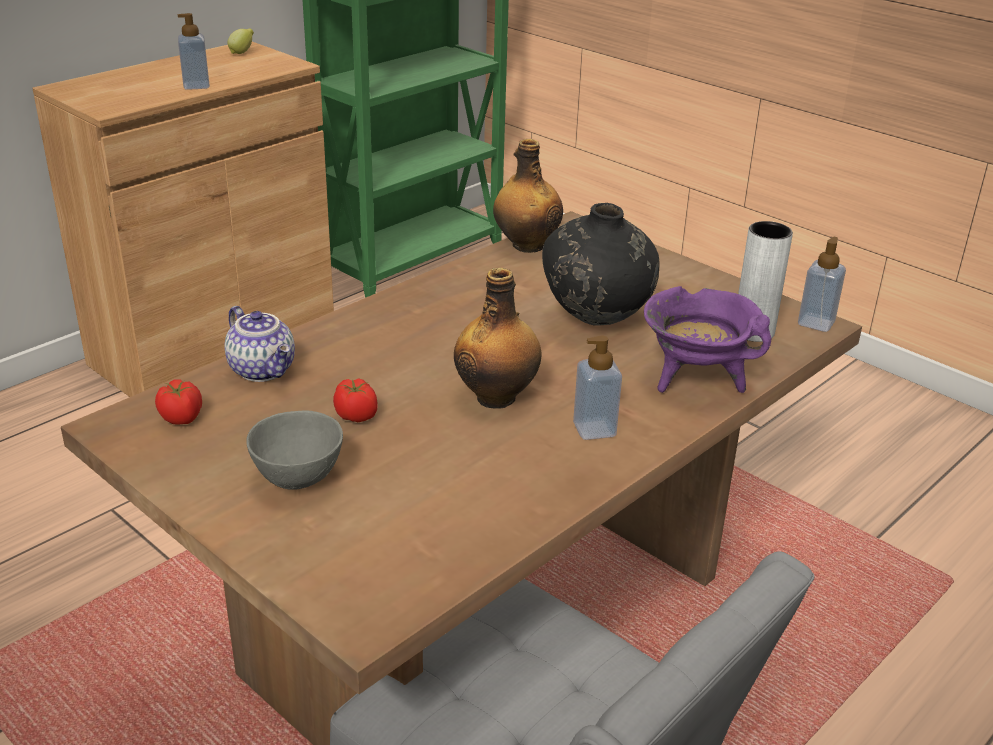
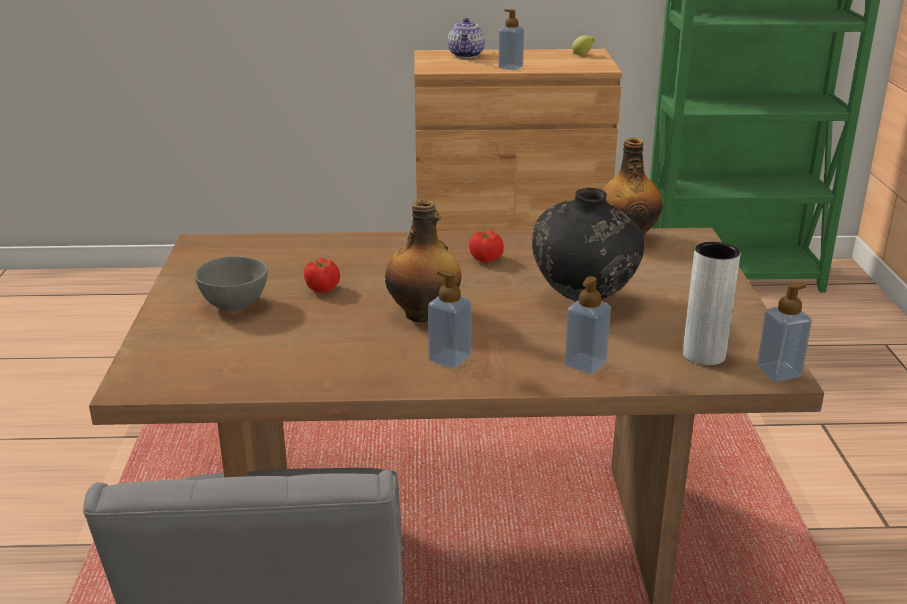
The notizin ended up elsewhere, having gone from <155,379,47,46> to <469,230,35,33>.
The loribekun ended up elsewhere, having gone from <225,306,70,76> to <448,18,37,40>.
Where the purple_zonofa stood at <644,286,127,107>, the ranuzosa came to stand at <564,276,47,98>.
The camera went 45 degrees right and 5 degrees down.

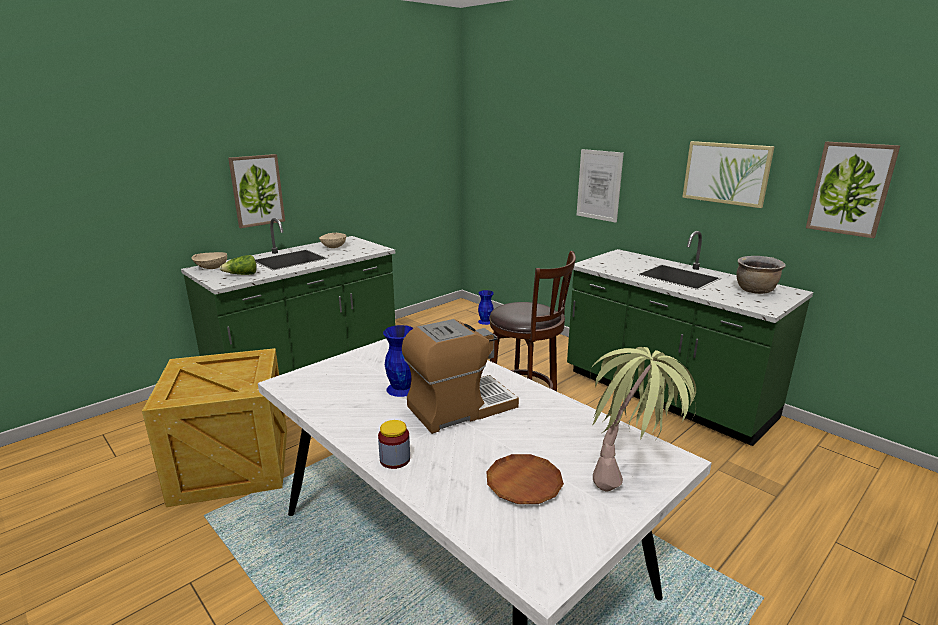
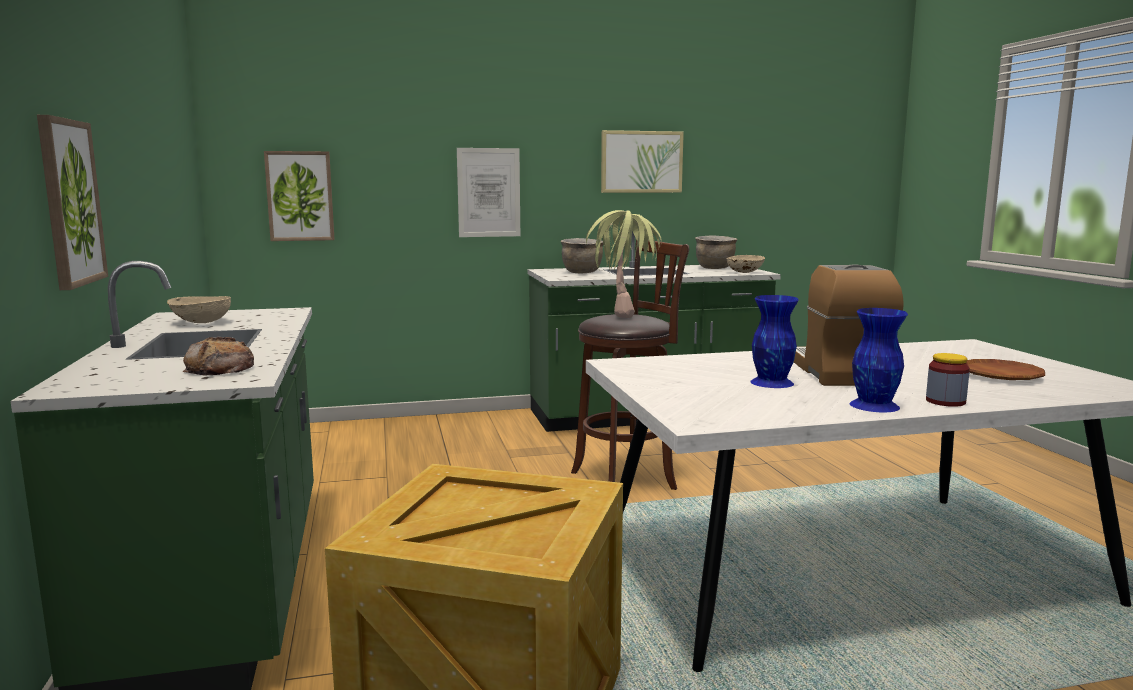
The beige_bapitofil ended up elsewhere, having gone from <191,252,36,17> to <726,255,39,18>.
Where the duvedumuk stood at <219,255,38,20>, the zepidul came to stand at <182,337,72,39>.
The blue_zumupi ended up elsewhere, having gone from <478,290,16,35> to <850,308,58,104>.
The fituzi ended up elsewhere, having gone from <590,347,106,145> to <586,210,76,108>.
The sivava ended up elsewhere, having gone from <806,142,94,96> to <264,151,71,90>.
The second view gained the brown_zonofa at <561,238,42,35>.
The camera went 60 degrees left and 10 degrees down.

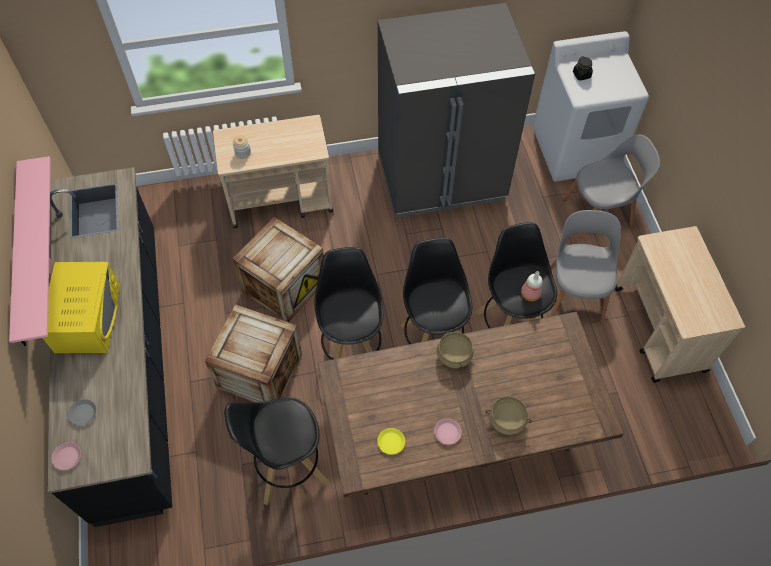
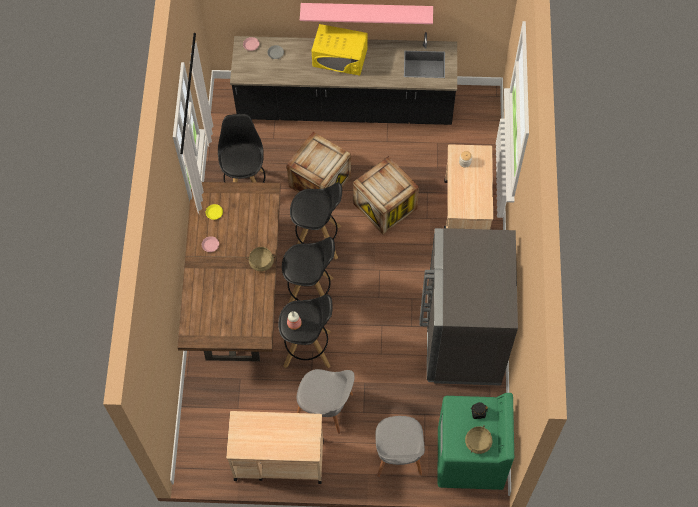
The beige_zonofa ended up elsewhere, having gone from <486,396,46,39> to <465,425,27,29>.
What was the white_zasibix at <533,31,116,151> turned into the green_zasibix at <437,393,77,97>.
The camera went 105 degrees right and 5 degrees up.

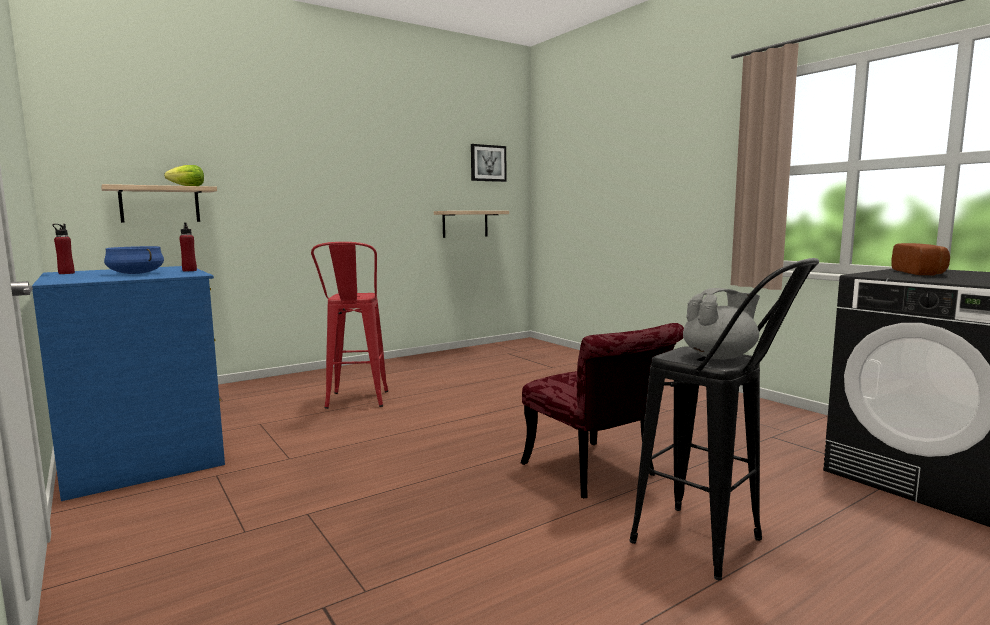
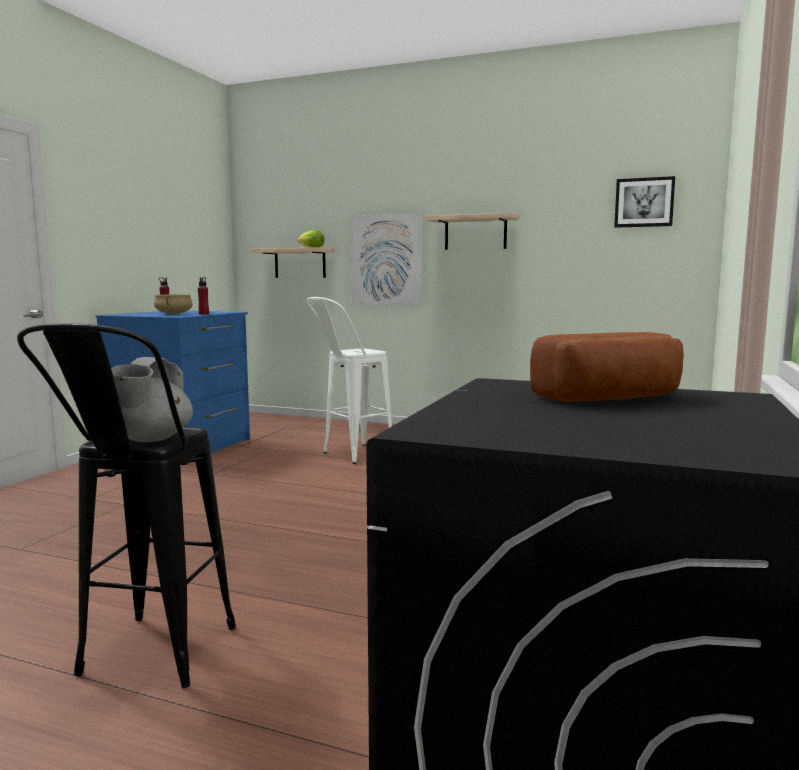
What was the blue_zonofa at <104,246,60,28> turned into the beige_zonofa at <154,294,39,20>.
What was the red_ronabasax at <311,242,77,167> turned into the white_ronabasax at <306,297,86,167>.
The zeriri ended up elsewhere, having gone from <434,211,75,27> to <425,213,94,37>.
The second view lost the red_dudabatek at <521,323,163,175>.
The grey_loribekun at <683,288,77,71> ended up facing another way, 60 degrees clockwise from before.
The second view gained the sivava at <351,213,71,91>.
The camera went 55 degrees right and 0 degrees up.

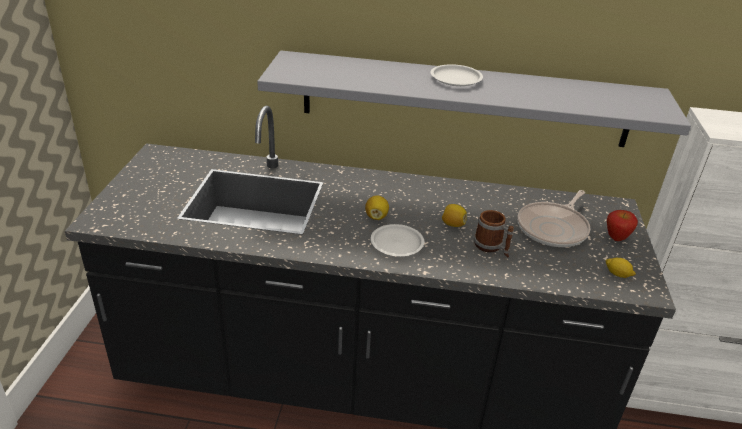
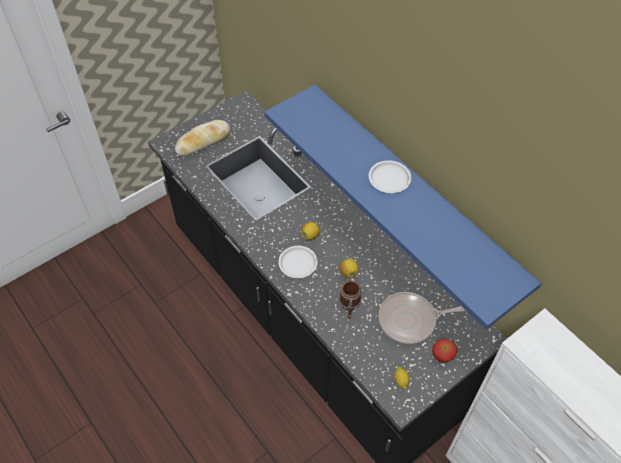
What was the grey_zeriri at <257,50,434,97> turned into the blue_zeriri at <264,85,277,245>.
The second view gained the zepidul at <175,120,55,36>.
The camera went 45 degrees right and 20 degrees up.

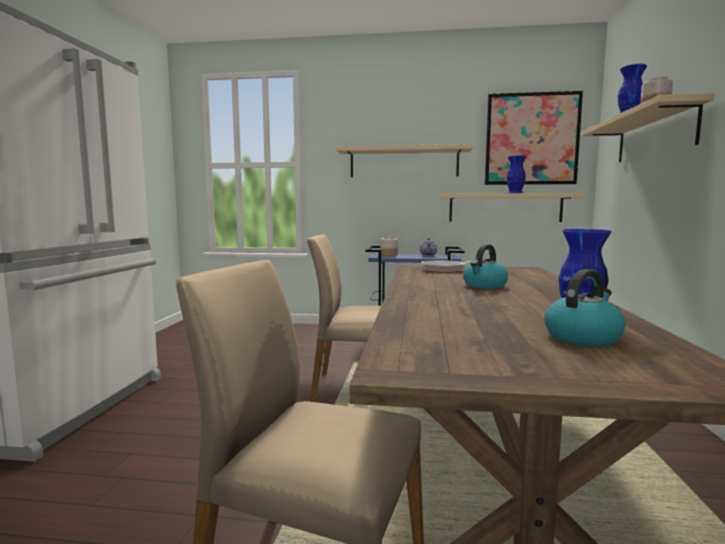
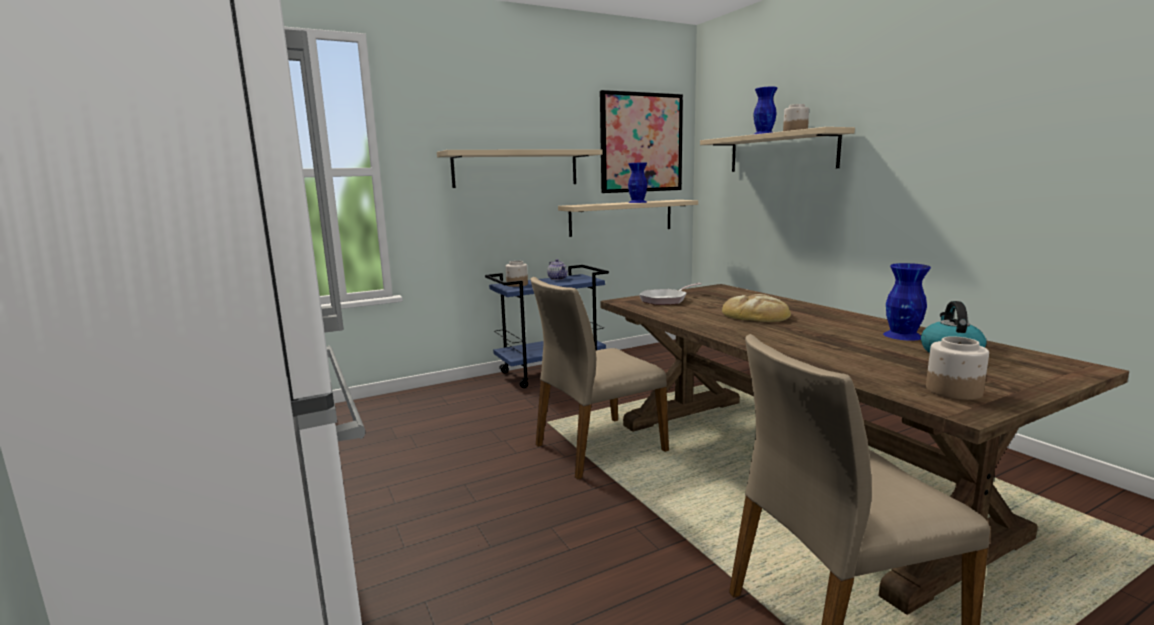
Where the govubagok stood at <463,244,45,45>, the zepidul came to stand at <722,294,69,28>.
The second view gained the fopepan at <926,336,63,64>.
The camera went 35 degrees left and 5 degrees up.

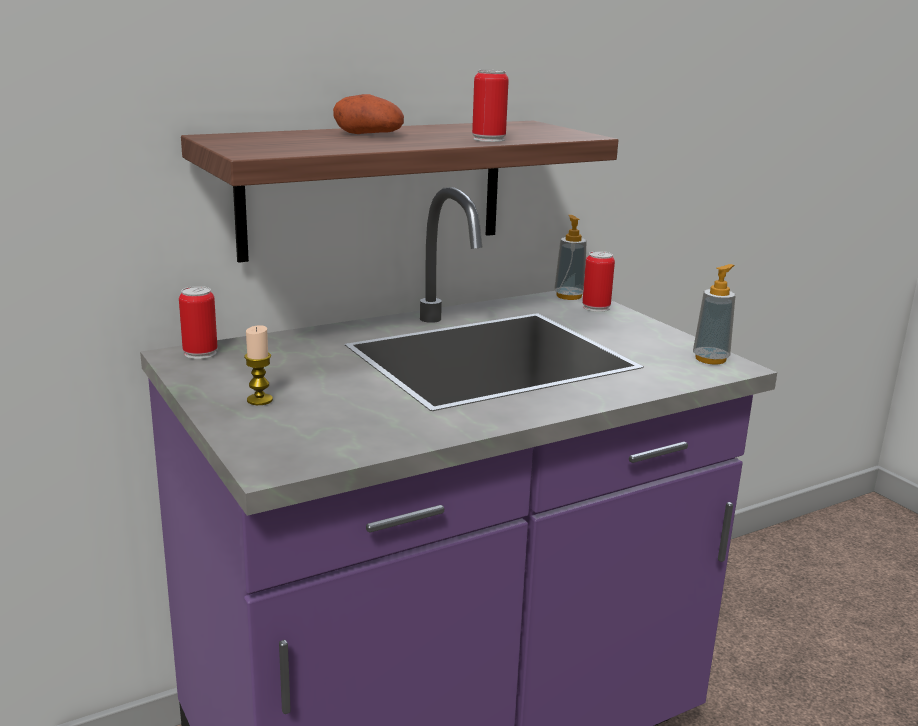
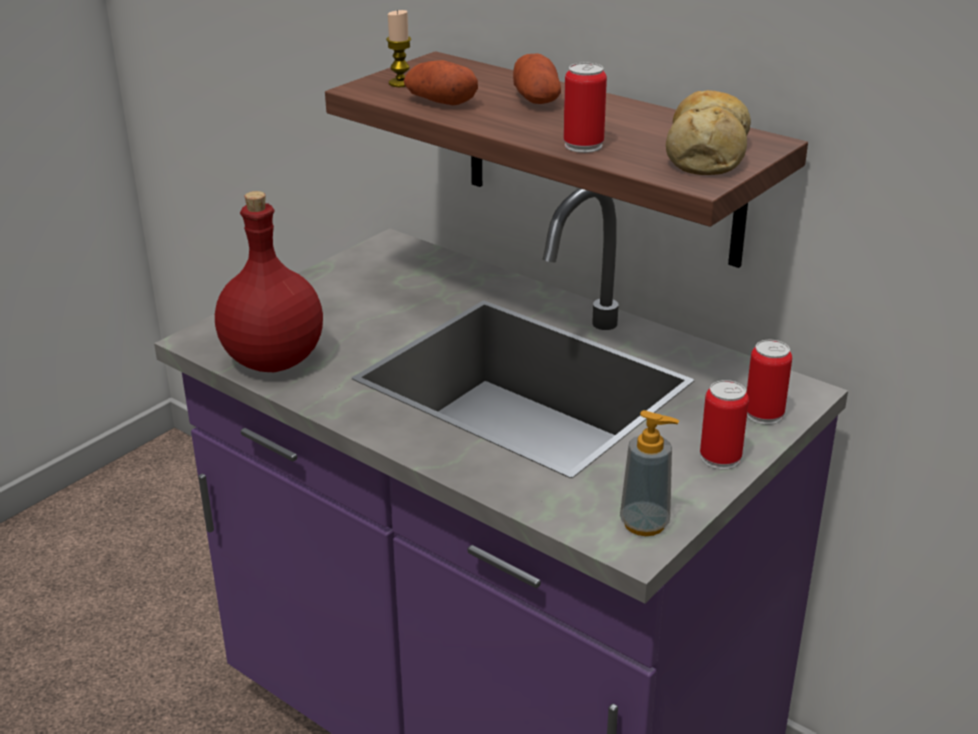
The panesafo ended up elsewhere, having gone from <179,286,39,73> to <700,380,49,90>.
The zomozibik ended up elsewhere, having gone from <244,325,29,80> to <386,10,25,77>.
The second view lost the ranuzosa at <554,215,33,85>.
The second view gained the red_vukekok at <215,191,108,181>.
The second view gained the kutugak at <404,60,74,45>.
The second view gained the zepidul at <666,90,85,85>.
The camera went 70 degrees right and 10 degrees up.

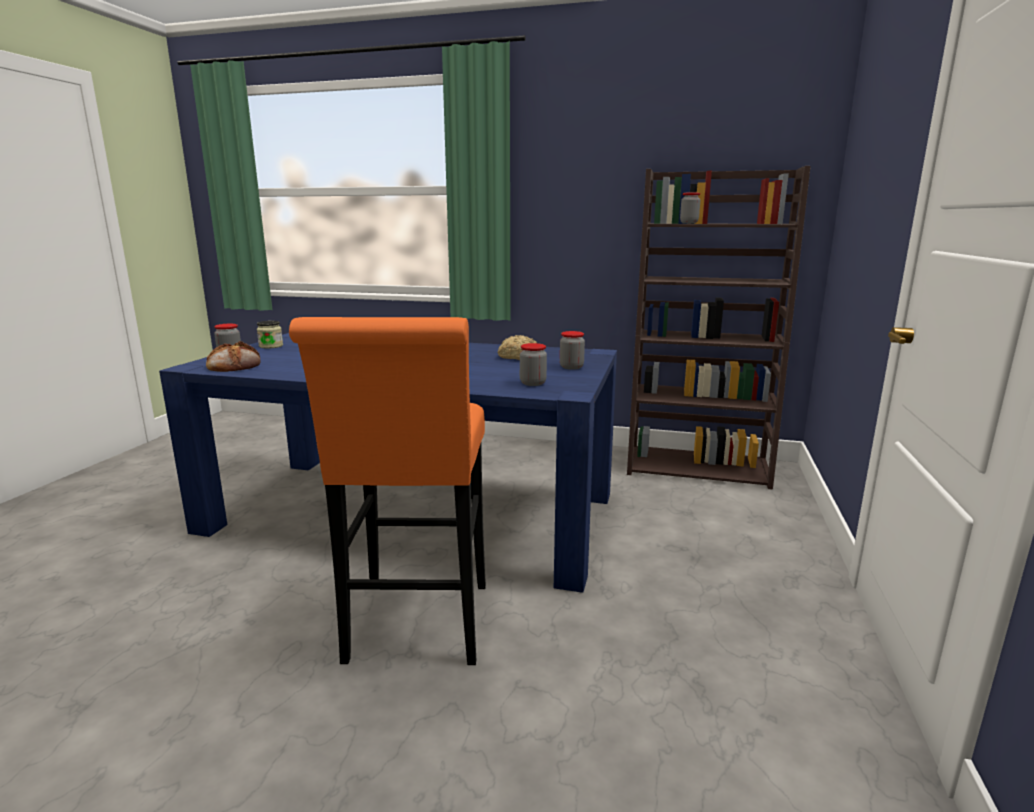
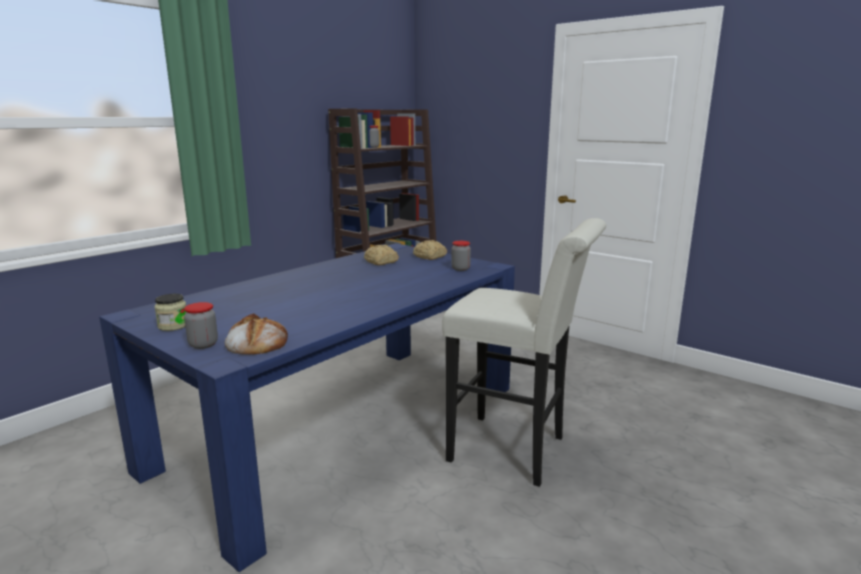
What was the orange_ronabasax at <289,317,197,348> turned into the white_ronabasax at <442,218,164,269>.
Where the fopepan stood at <560,331,25,39>, the zepidul came to stand at <413,240,34,20>.
The camera went 65 degrees left and 0 degrees up.

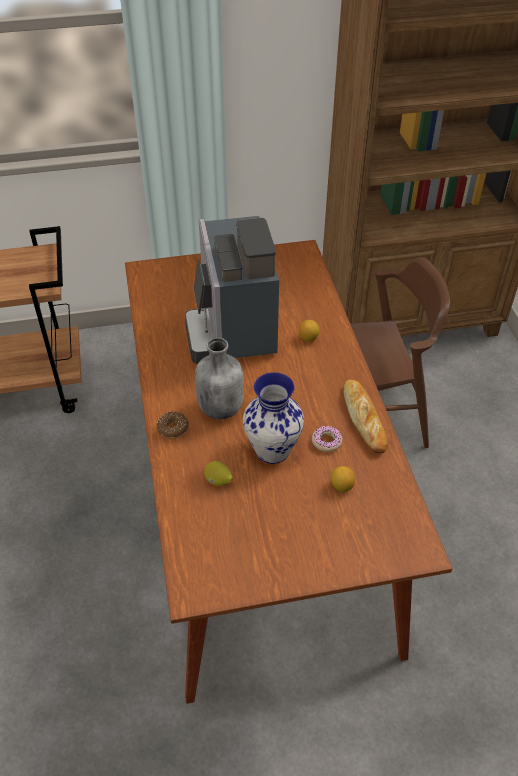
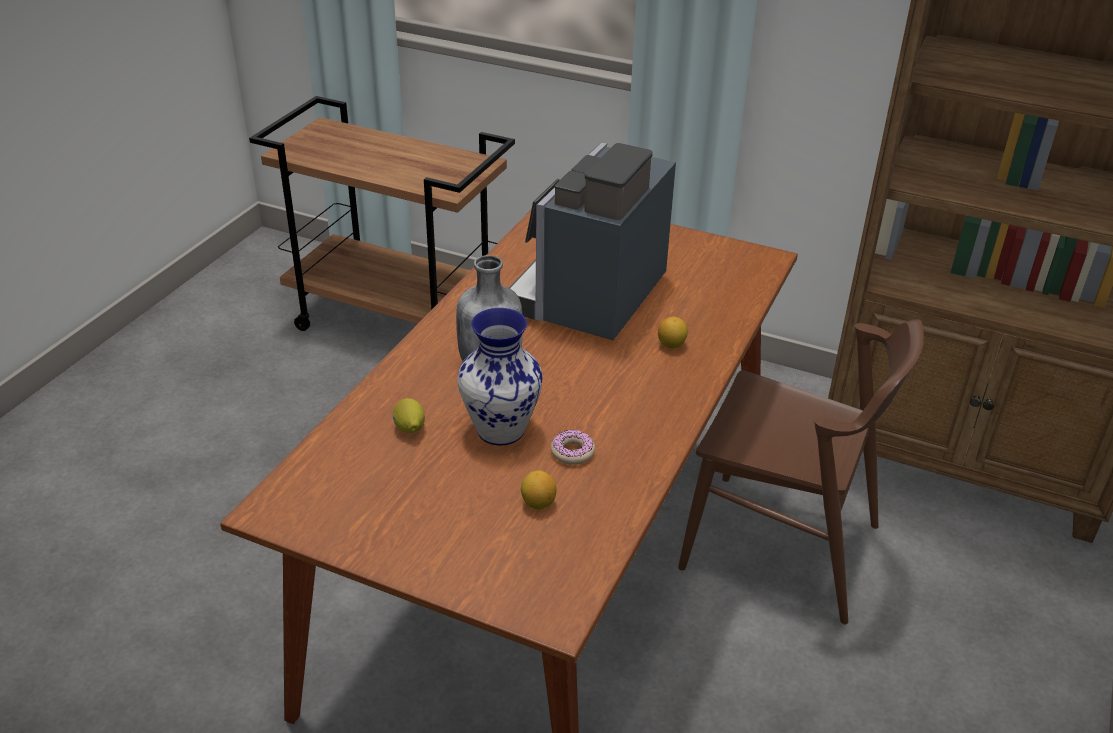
The second view lost the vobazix at <157,412,32,27>.
The second view lost the zepidul at <344,380,44,74>.
The camera went 35 degrees right and 10 degrees down.

